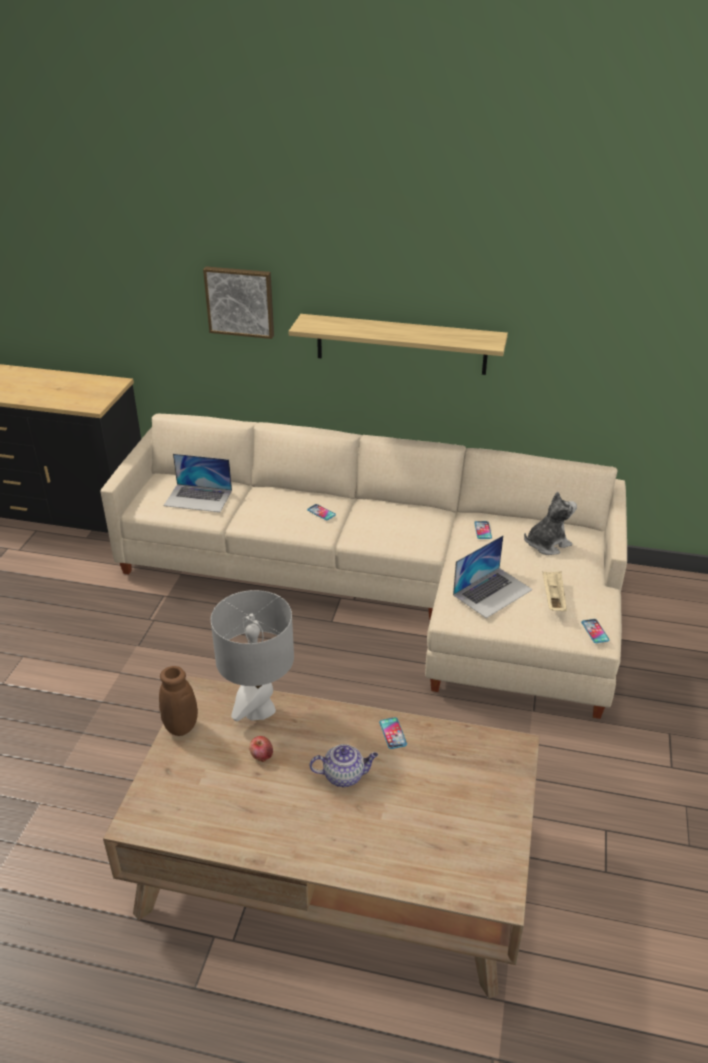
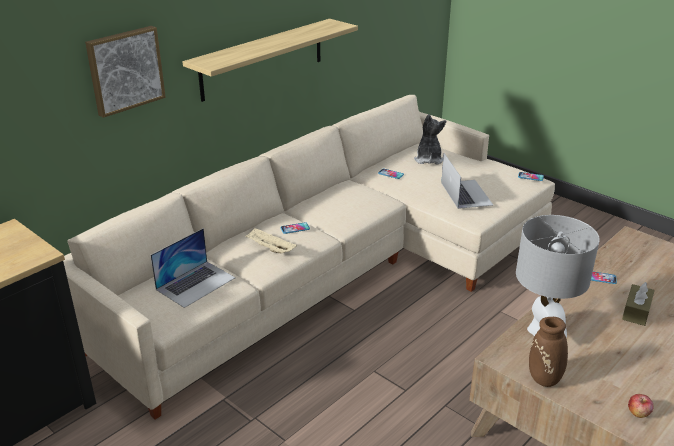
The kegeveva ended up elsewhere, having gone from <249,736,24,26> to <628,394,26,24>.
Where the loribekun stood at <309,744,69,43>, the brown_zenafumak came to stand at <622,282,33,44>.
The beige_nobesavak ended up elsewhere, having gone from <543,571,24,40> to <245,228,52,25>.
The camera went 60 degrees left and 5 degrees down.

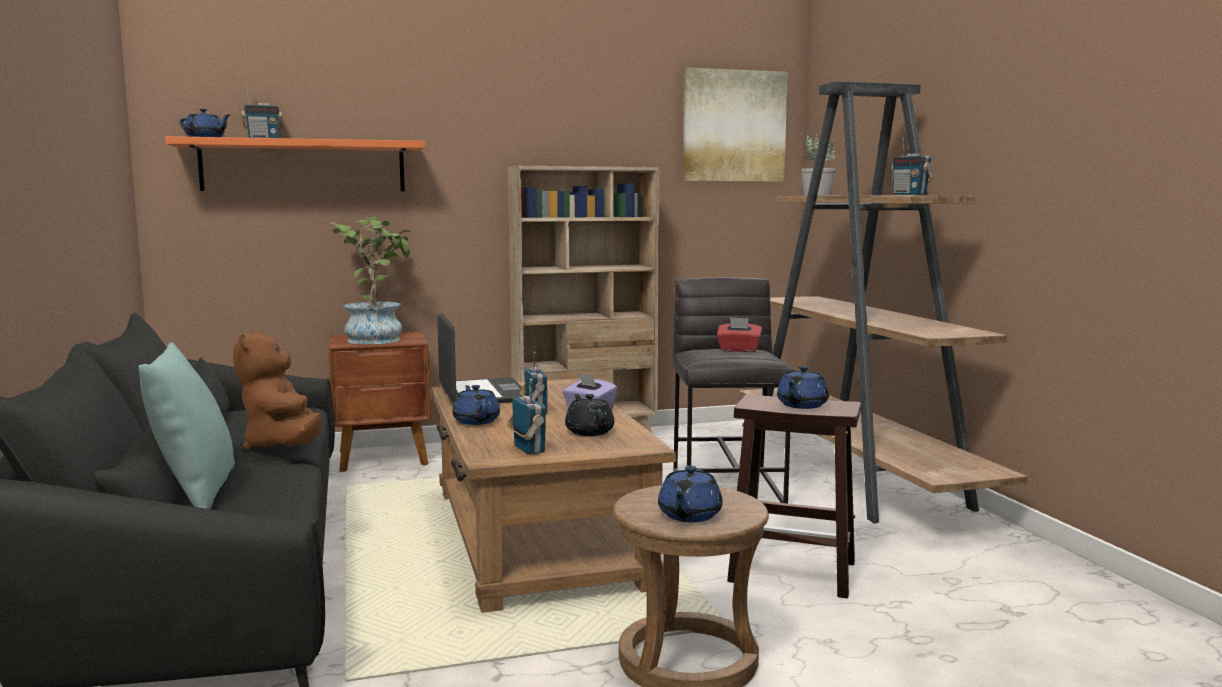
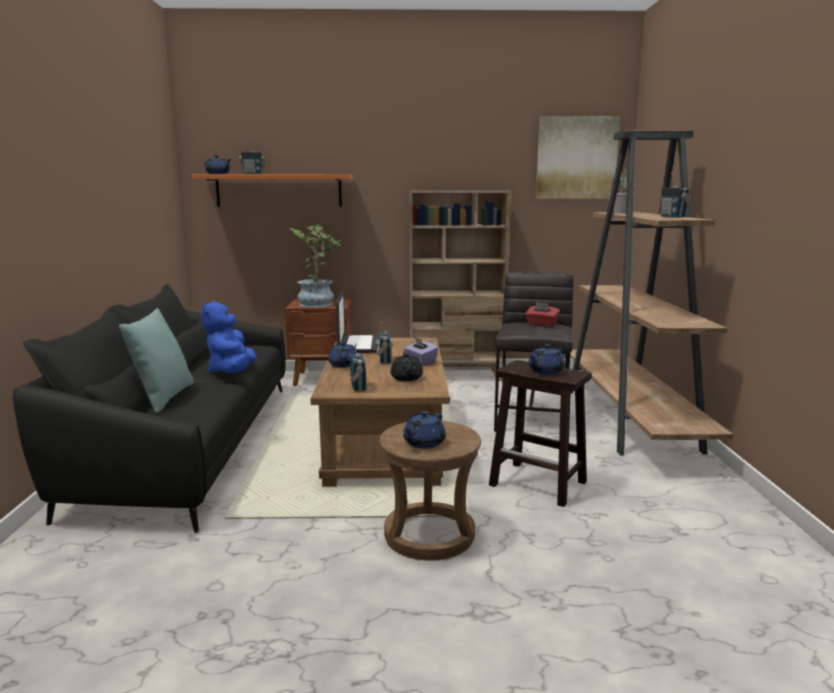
What was the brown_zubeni at <233,331,89,119> turned into the blue_zubeni at <201,301,55,72>.
The camera went 15 degrees right and 5 degrees up.

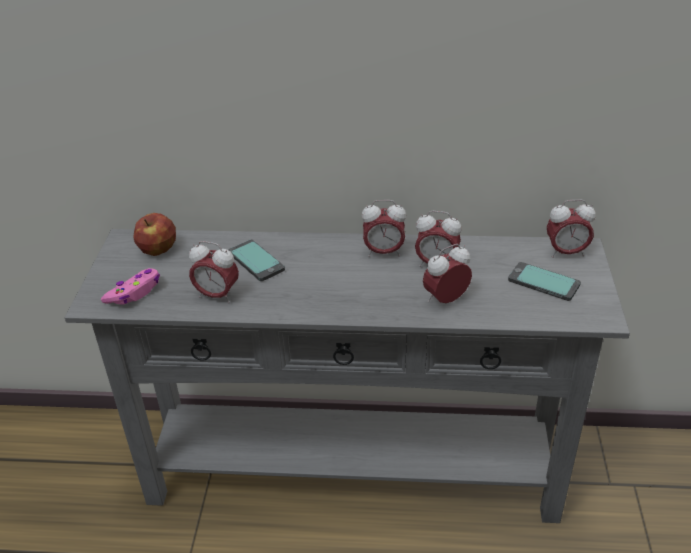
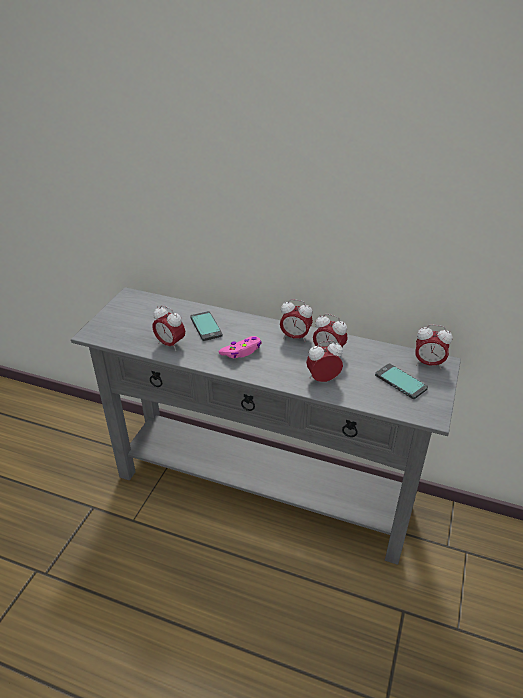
The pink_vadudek ended up elsewhere, having gone from <100,268,60,37> to <218,336,44,22>.
The second view lost the kegeveva at <133,213,43,43>.
The camera went 15 degrees right and 0 degrees up.

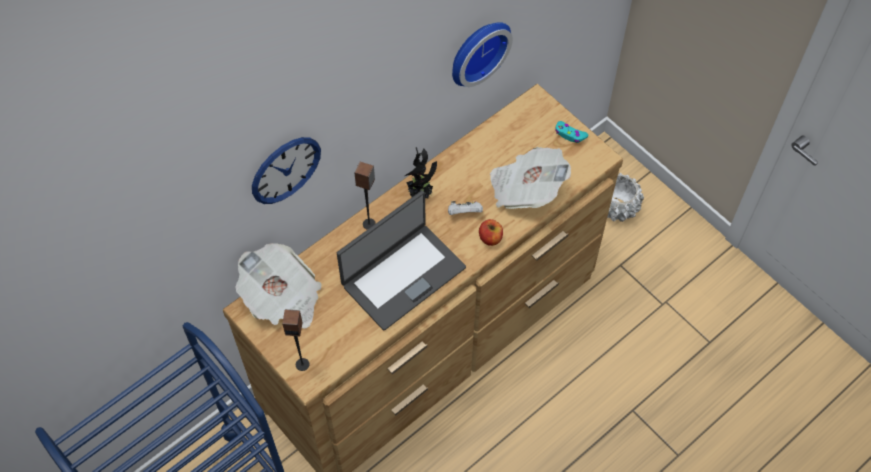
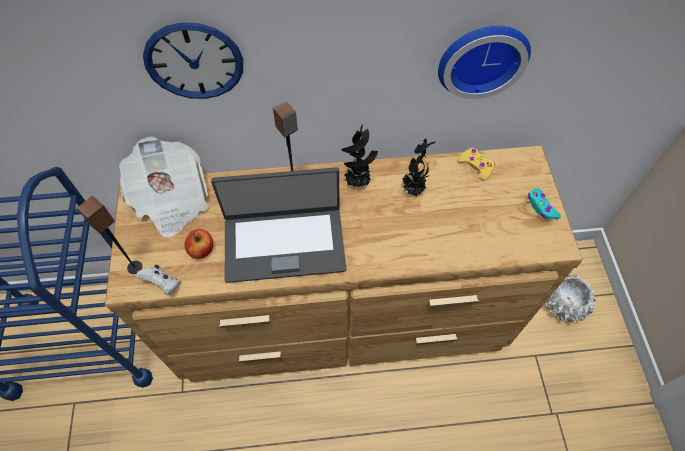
The white_vadudek ended up elsewhere, having gone from <448,201,35,14> to <136,265,45,30>.
The kegeveva ended up elsewhere, having gone from <479,219,24,27> to <185,229,28,30>.
The second view lost the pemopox at <490,147,81,62>.
The second view gained the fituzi at <402,139,34,57>.
The second view gained the yellow_vadudek at <458,147,37,34>.
The camera went 35 degrees right and 0 degrees up.

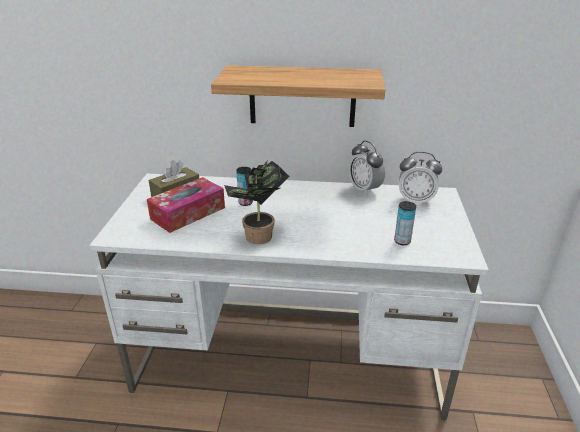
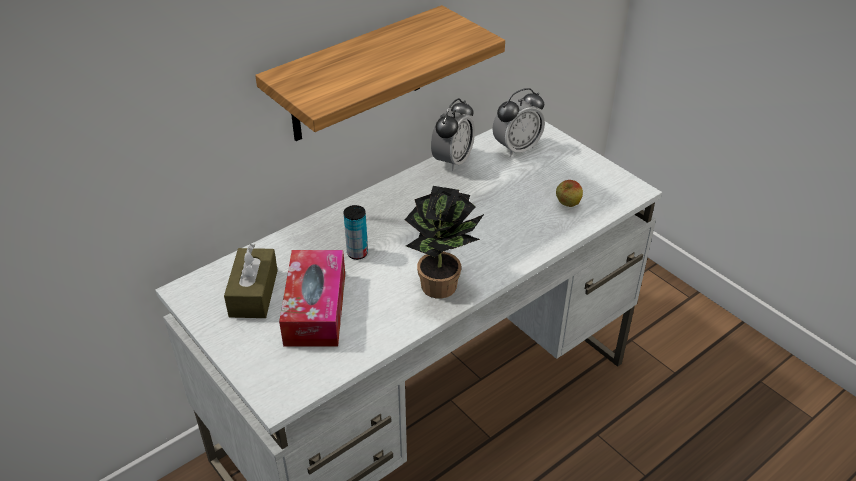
The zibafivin at <349,141,36,55> ended up facing another way, 75 degrees counterclockwise from before.
Where the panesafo stood at <394,201,22,44>, the kegeveva came to stand at <556,180,27,27>.
The camera went 45 degrees left and 10 degrees up.

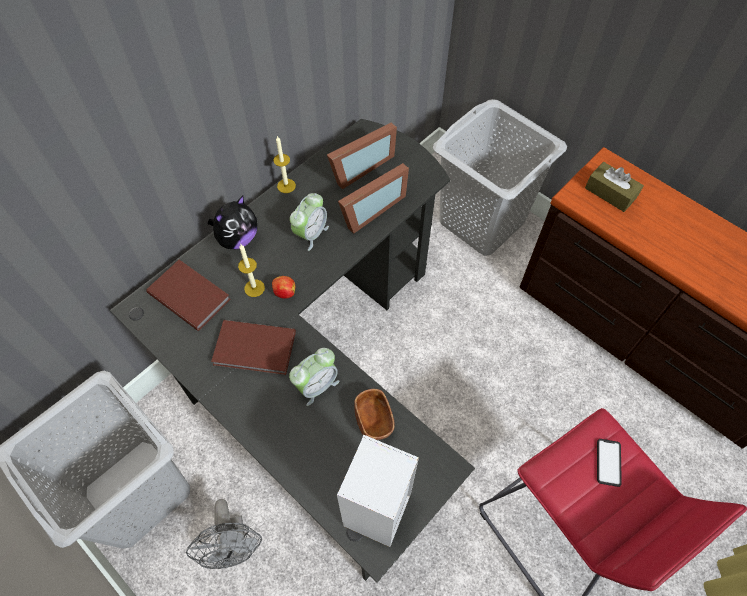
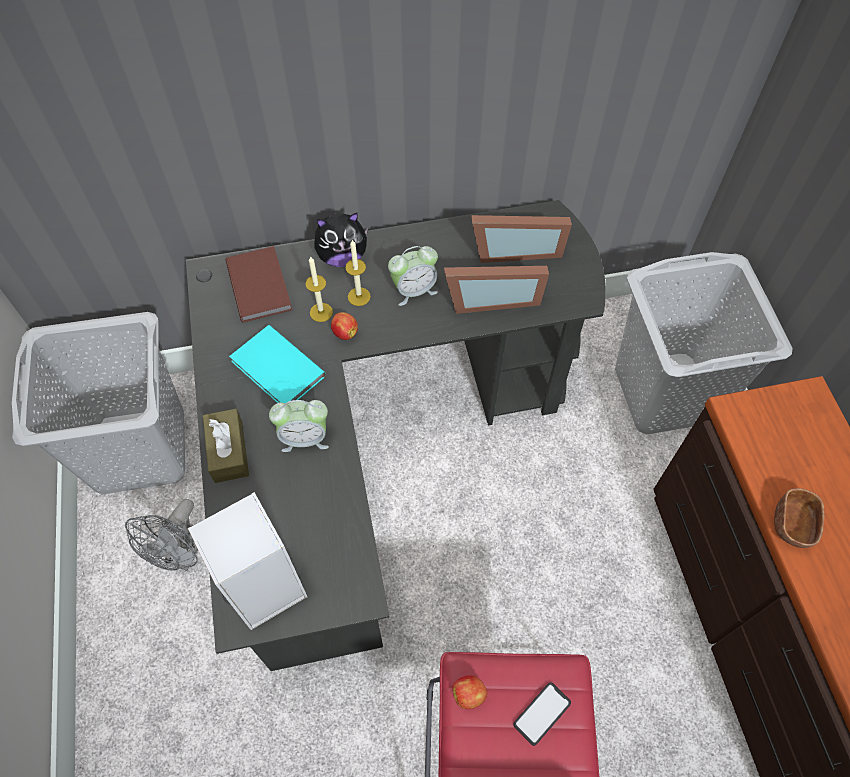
What was the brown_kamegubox at <211,320,85,55> turned into the turquoise_kamegubox at <229,325,97,79>.
The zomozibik ended up elsewhere, having gone from <274,136,22,57> to <345,240,26,66>.
The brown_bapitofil ended up elsewhere, having gone from <354,389,41,51> to <774,488,50,60>.
The brown_zenafumak ended up elsewhere, having gone from <585,162,59,50> to <203,409,46,74>.
The second view gained the kegeveva at <452,675,35,34>.
The camera went 35 degrees right and 0 degrees up.

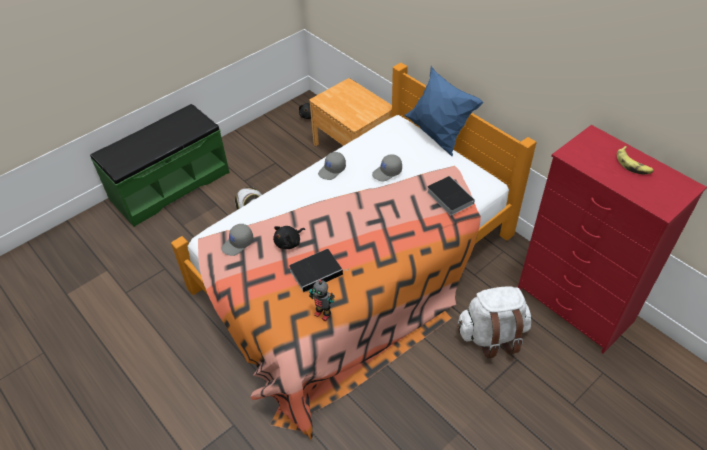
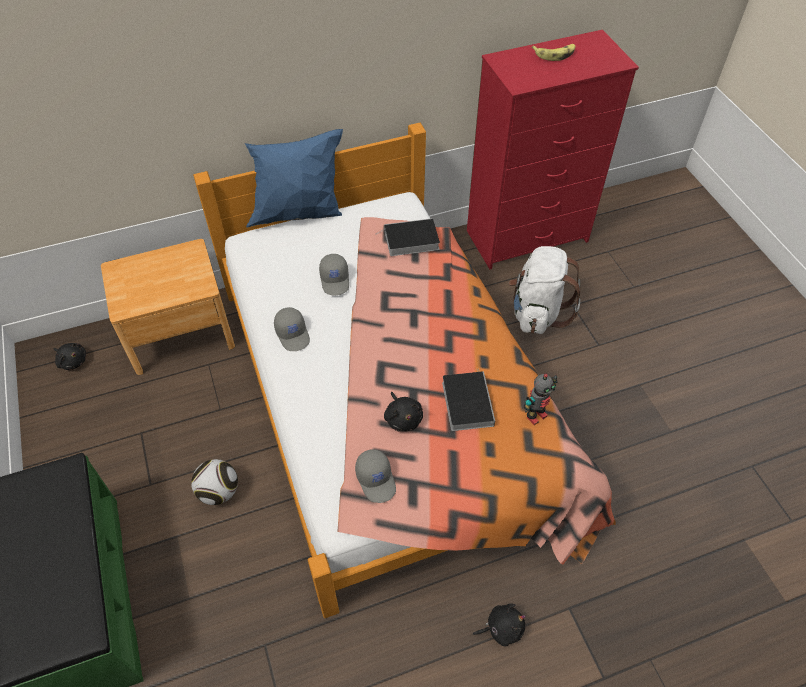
The second view gained the black_zubeni at <473,603,52,43>.
The camera went 70 degrees left and 5 degrees up.

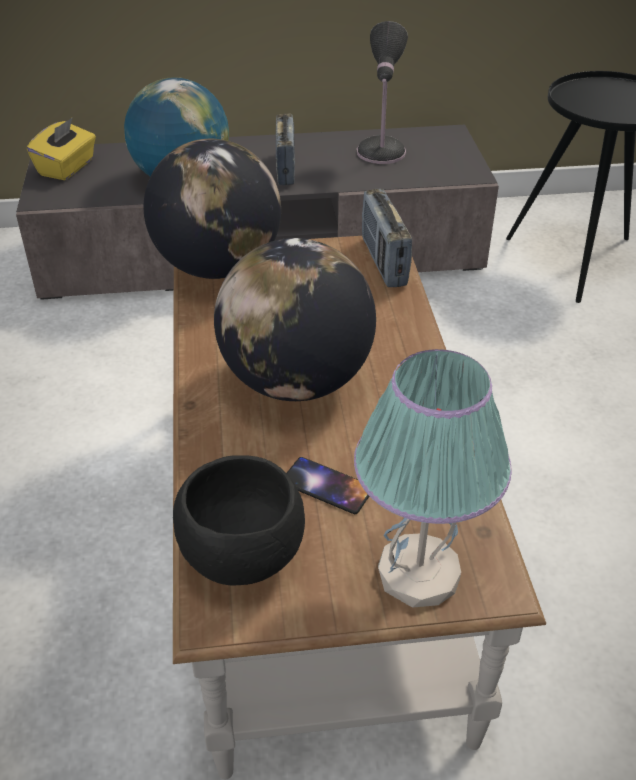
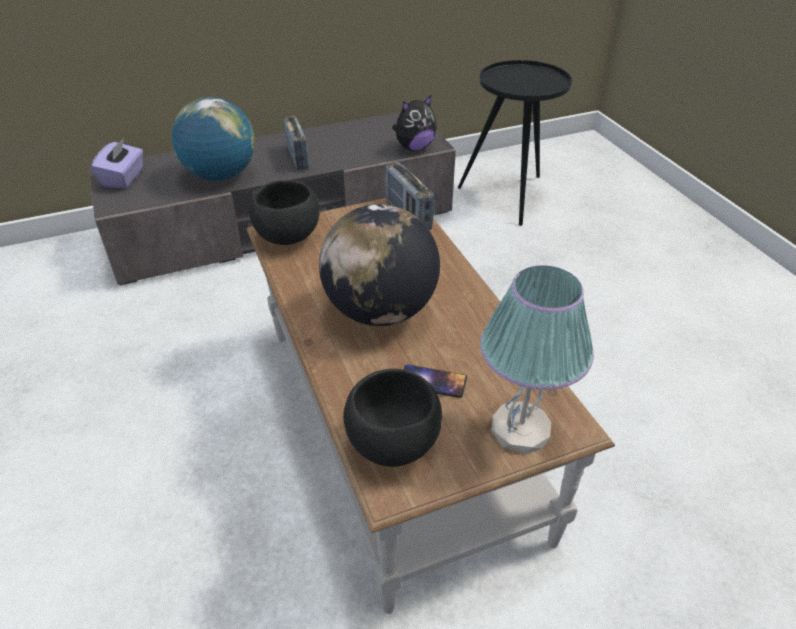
What was the yellow_zenafumak at <27,118,69,62> turned into the purple_zenafumak at <91,138,52,50>.
Where the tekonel stood at <143,139,138,140>, the black_bapitofil came to stand at <249,180,70,65>.
The second view lost the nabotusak at <357,21,51,143>.
The second view gained the zubeni at <392,94,45,57>.
The camera went 15 degrees left and 0 degrees up.

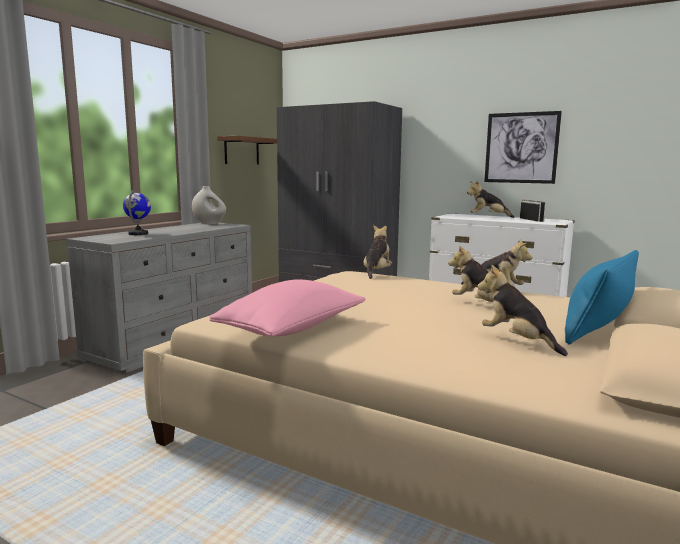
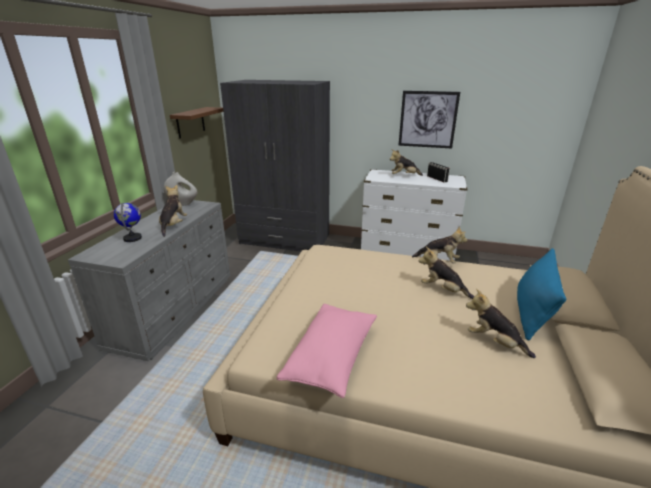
The zubeni ended up elsewhere, having gone from <364,225,28,54> to <159,185,28,52>.
The camera went 15 degrees left and 15 degrees up.

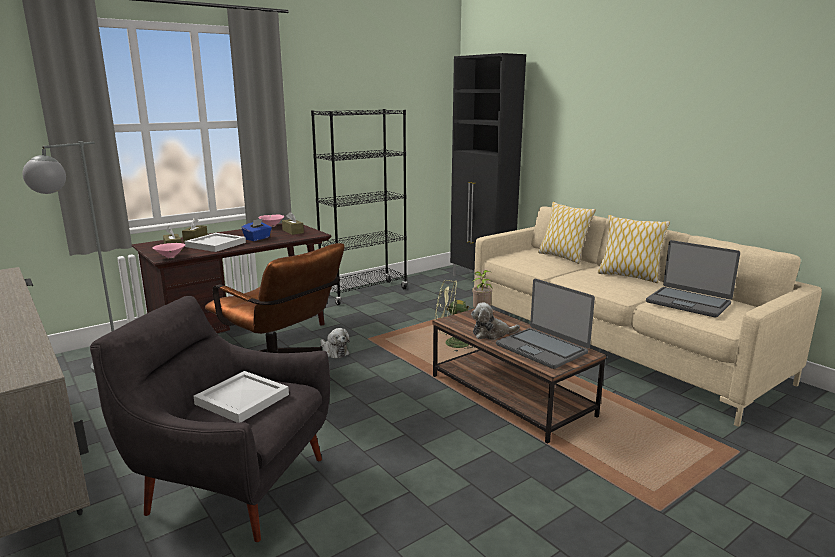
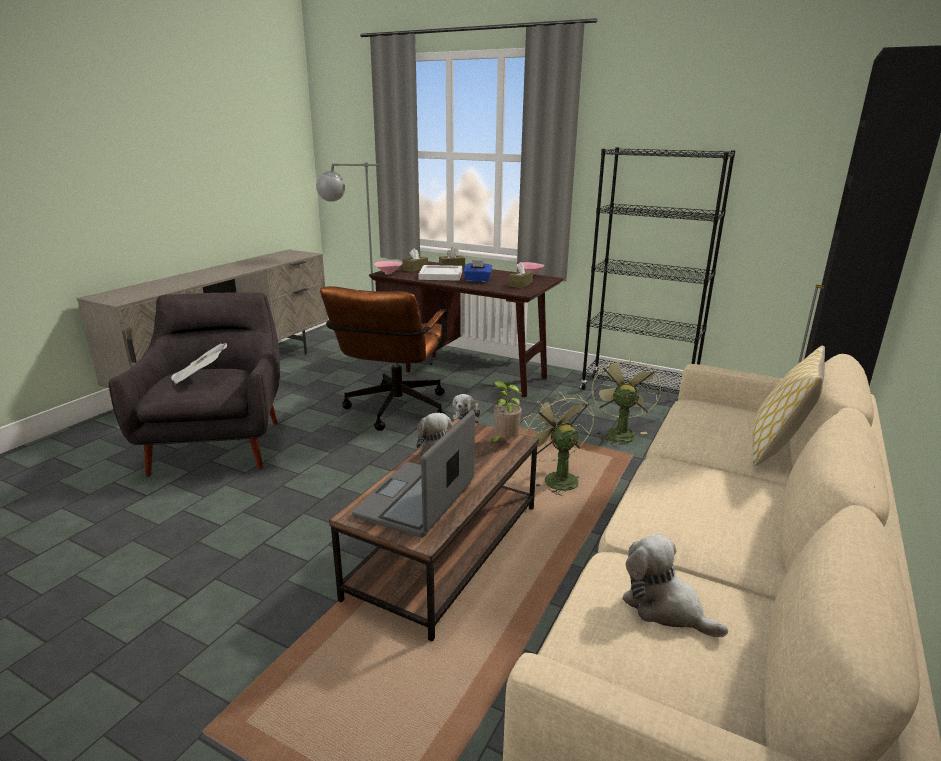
Where the white_nobesavak stood at <194,371,95,52>, the pemopox came to stand at <171,343,56,41>.
The second view lost the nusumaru at <598,215,72,68>.
Where the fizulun stood at <646,240,94,78>, the zubeni came to stand at <622,534,106,103>.
The second view gained the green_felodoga at <592,356,69,90>.
The camera went 65 degrees right and 5 degrees up.

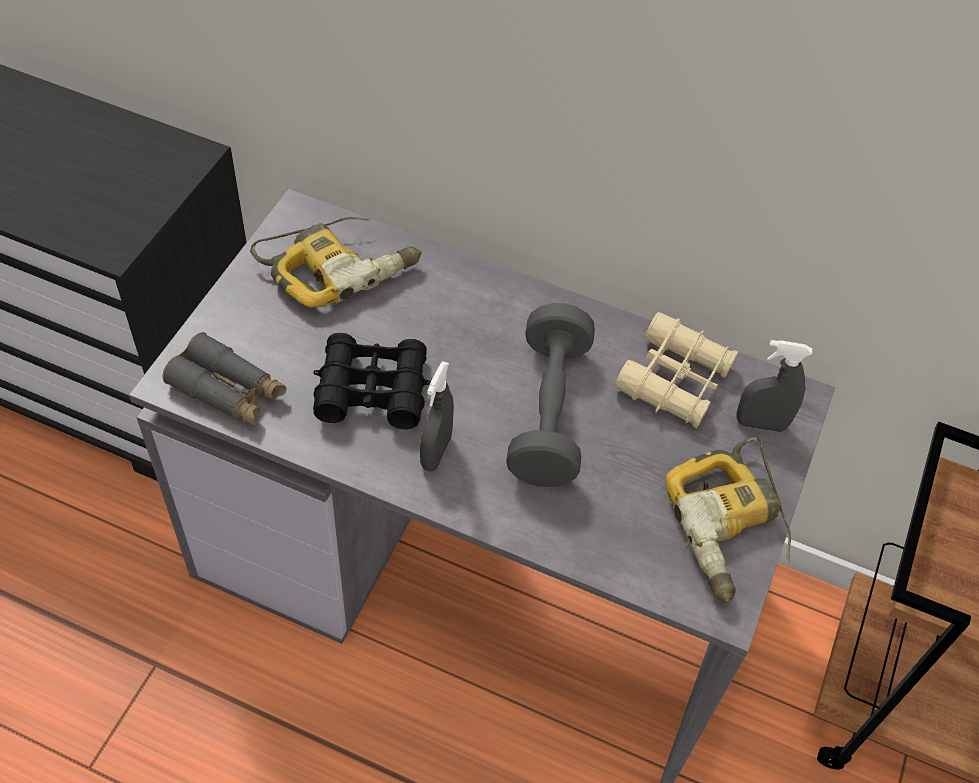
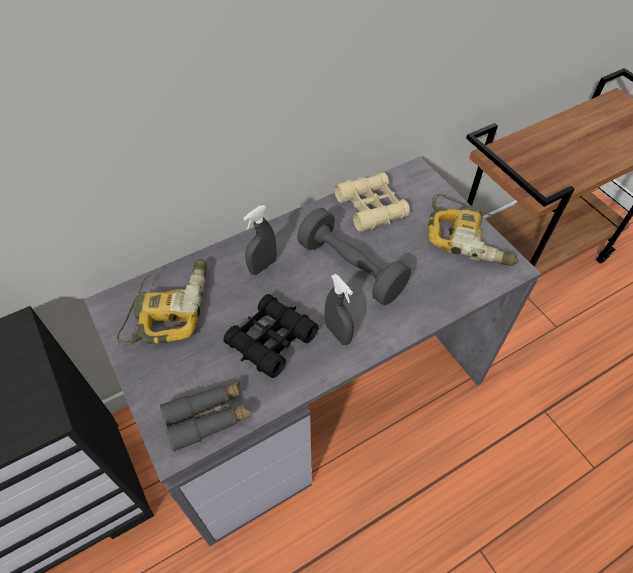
The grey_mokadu ended up elsewhere, having gone from <736,340,76,92> to <243,205,33,70>.
The camera went 50 degrees left and 0 degrees up.

